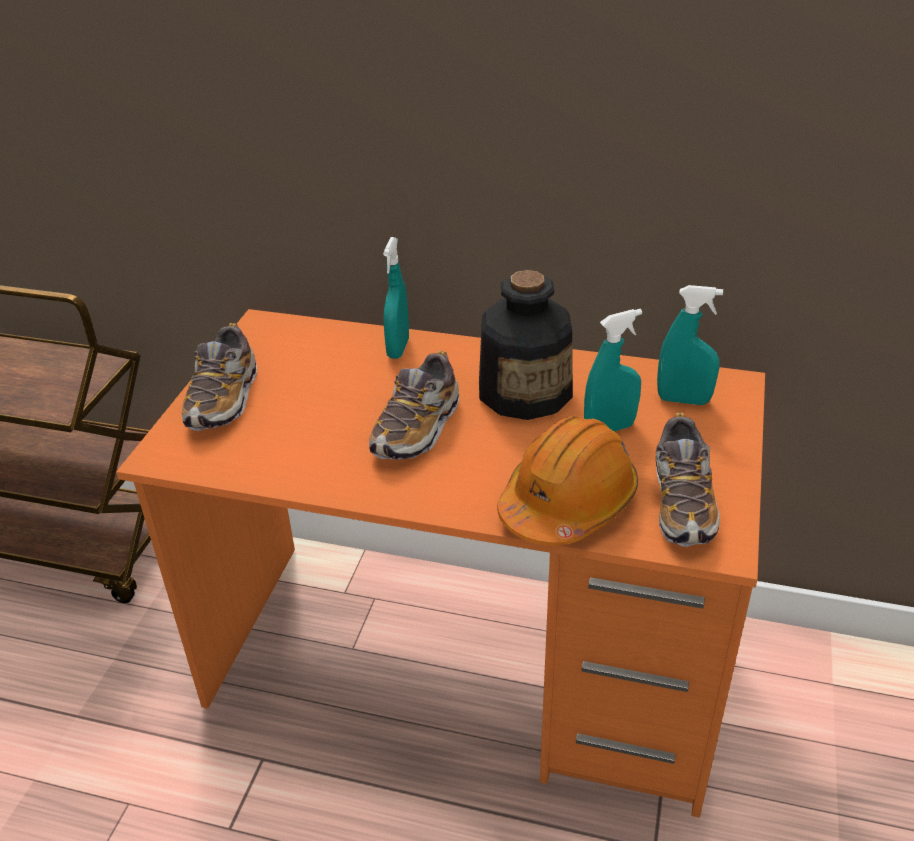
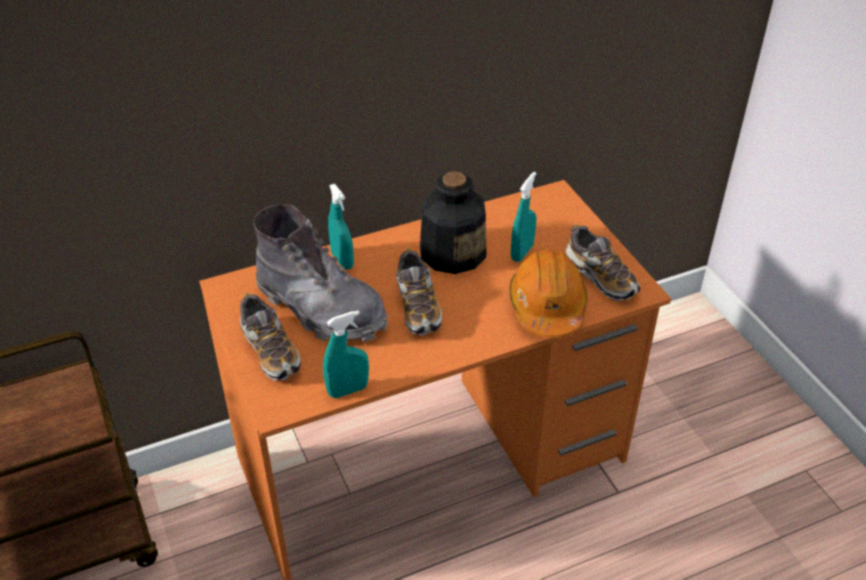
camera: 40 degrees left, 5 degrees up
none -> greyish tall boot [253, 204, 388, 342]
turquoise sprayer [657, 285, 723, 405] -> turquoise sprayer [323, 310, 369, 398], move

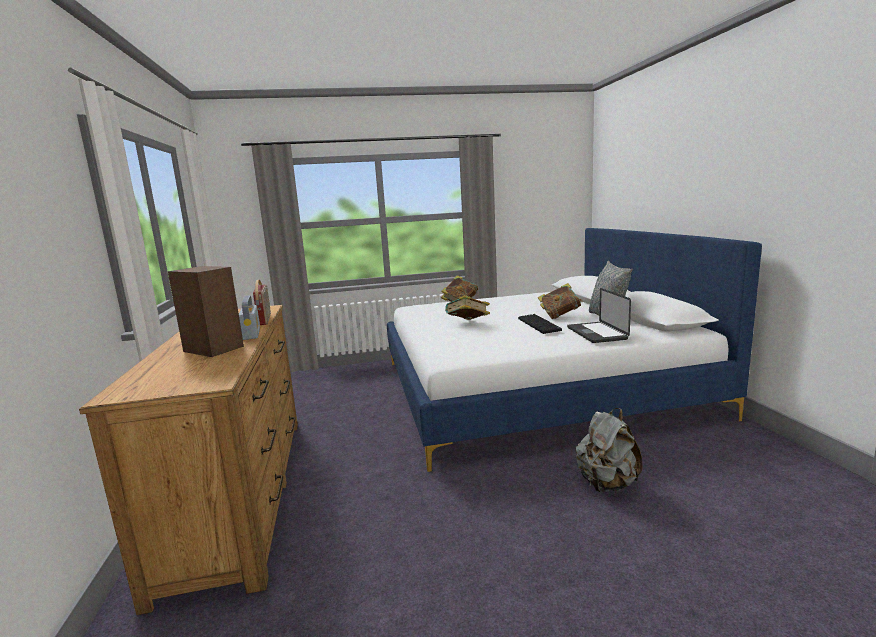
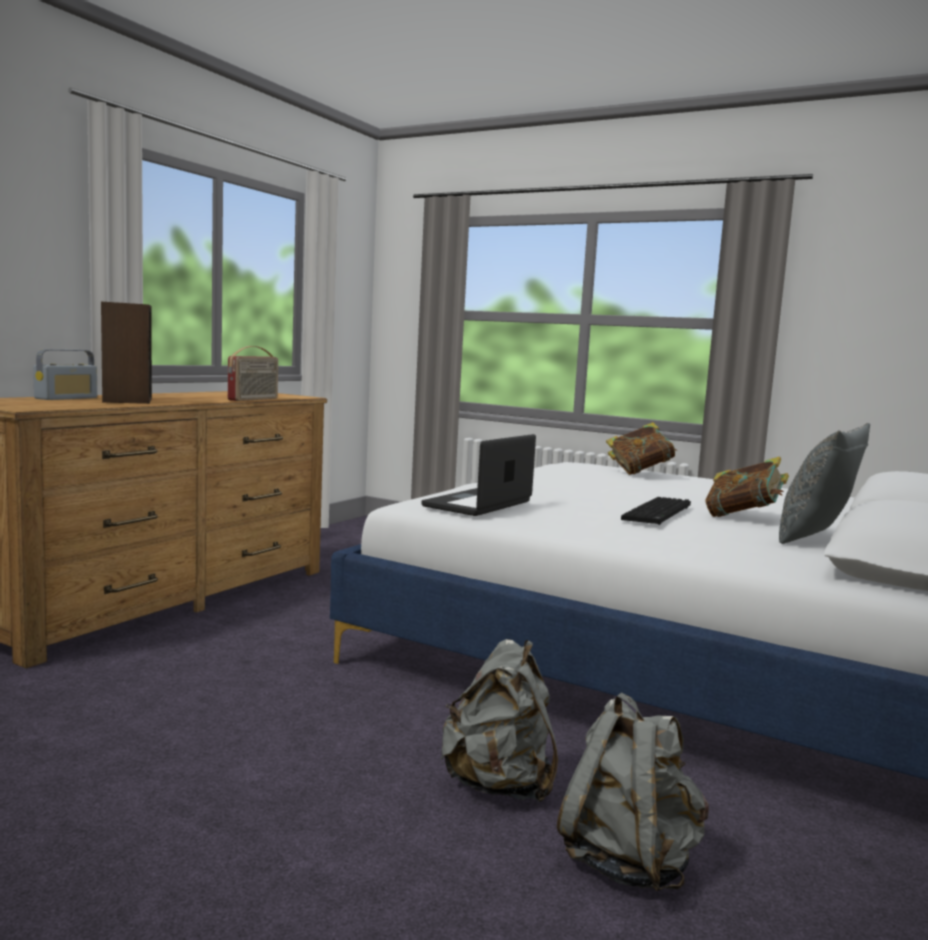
camera: 40 degrees right, 5 degrees down
volume [445, 295, 490, 320] -> none
none -> greyish rucksack [557, 692, 709, 891]
radio [239, 295, 260, 340] -> radio [33, 349, 97, 400], move
notebook computer [567, 288, 631, 343] -> notebook computer [422, 434, 536, 516], move

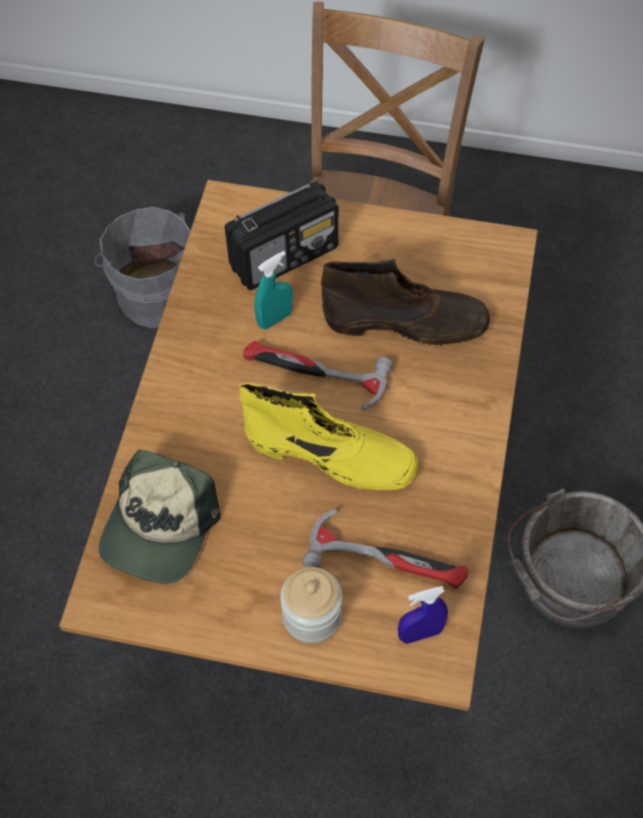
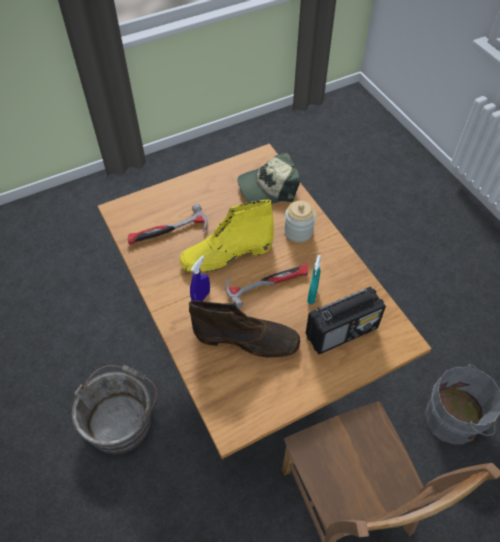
camera: 140 degrees right, 5 degrees down
storage jar [280, 567, 342, 643] -> storage jar [284, 201, 316, 242], move
blue-coloured sprayer [398, 586, 448, 644] -> blue-coloured sprayer [190, 255, 210, 301], move
cap [99, 450, 221, 584] -> cap [237, 152, 300, 204], 90 degrees counterclockwise
radio [225, 181, 339, 290] -> radio [306, 287, 386, 354], 135 degrees counterclockwise
brown-coloured tall boot [321, 258, 490, 346] -> brown-coloured tall boot [189, 300, 300, 358], 135 degrees counterclockwise

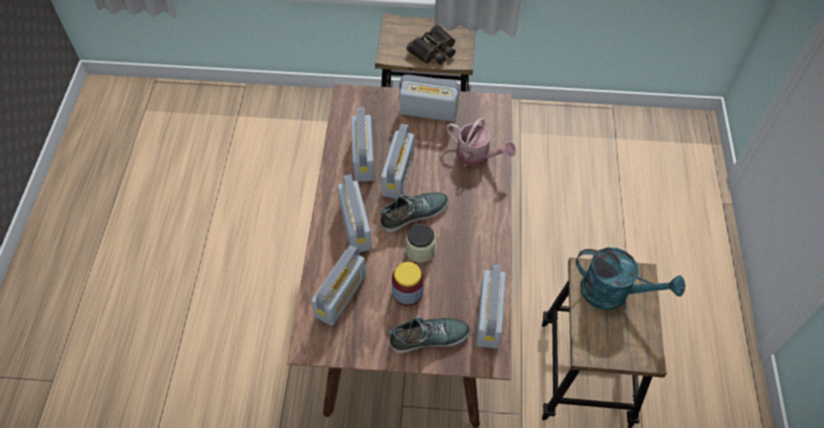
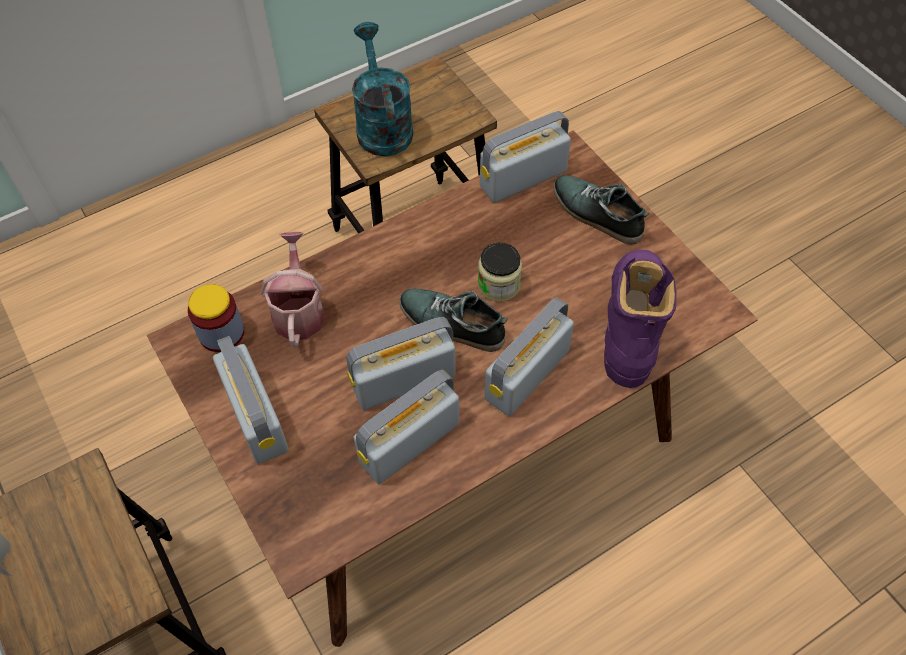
camera: 125 degrees left, 0 degrees up
field glasses [406, 24, 456, 65] -> none
storage jar [392, 262, 424, 306] -> storage jar [188, 284, 244, 352], move
radio [312, 245, 366, 326] -> purple-coloured tall boot [604, 249, 677, 388]

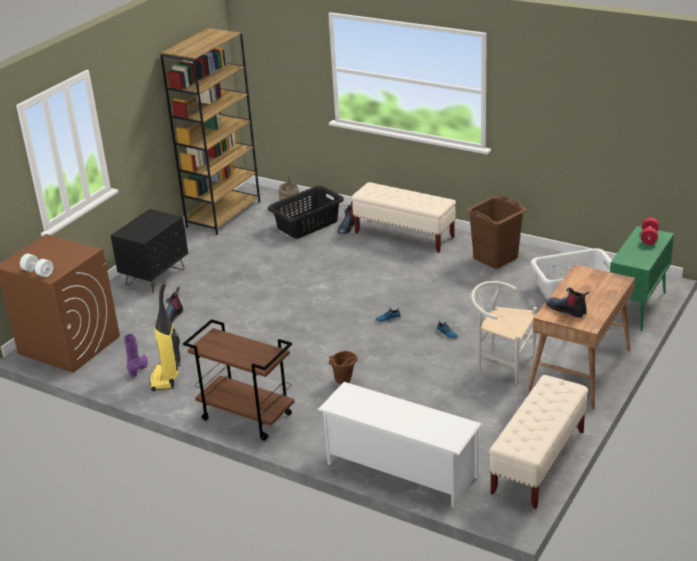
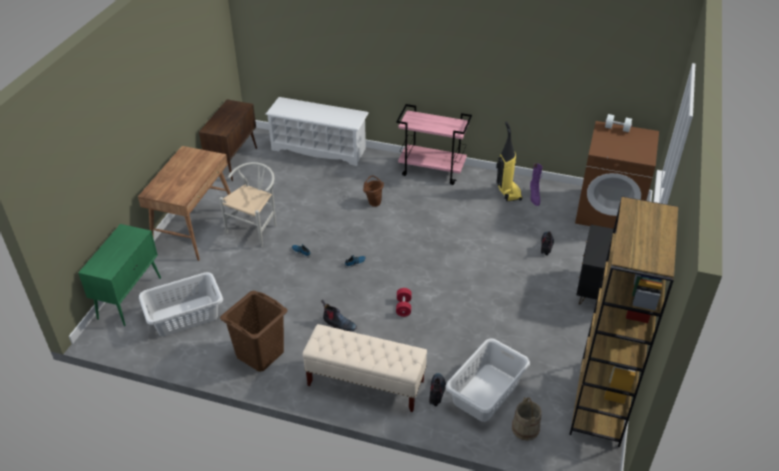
camera: 165 degrees right, 10 degrees up
tall boot [546, 287, 589, 318] -> tall boot [321, 300, 357, 332], move
red-coloured hand weight [641, 217, 659, 245] -> red-coloured hand weight [396, 288, 412, 317], move
beige-coloured long seat [489, 375, 588, 509] -> brown-coloured storage cabinet [199, 99, 257, 181]
brown-coloured cart [183, 319, 295, 441] -> pink cart [396, 104, 472, 185]
black washing basket [268, 186, 344, 239] -> white washing basket [445, 339, 530, 422]
white upright chair [471, 281, 537, 385] -> white upright chair [219, 162, 276, 247], 75 degrees counterclockwise

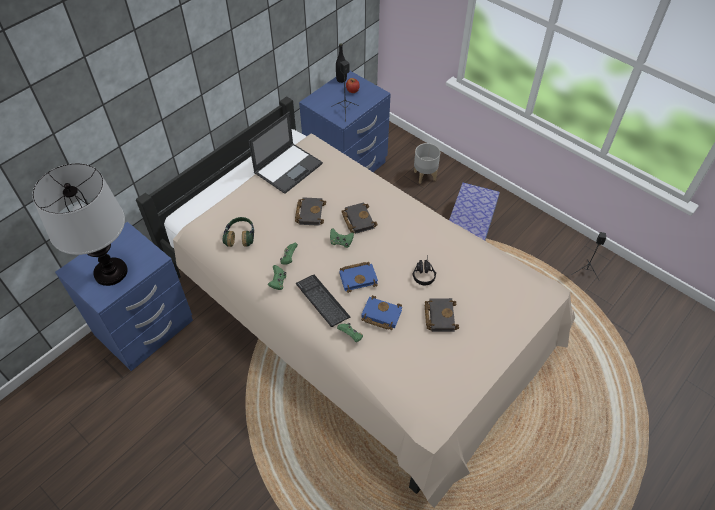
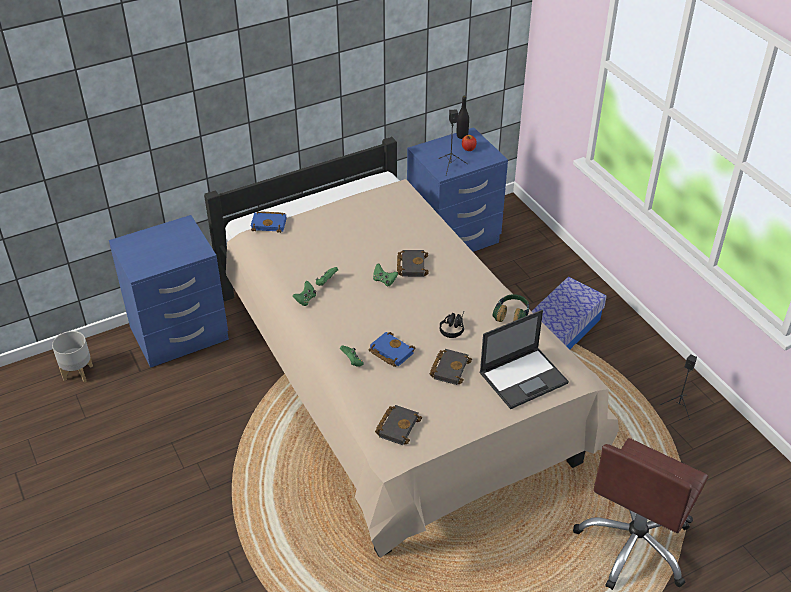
camera: 20 degrees right, 10 degrees down
lamp for a table [32, 163, 128, 286] -> none
PC keyboard [296, 275, 351, 327] -> none
none -> brown-coloured office chair [573, 438, 709, 590]
pair of headphones [223, 217, 254, 247] -> pair of headphones [493, 294, 529, 322], move
notebook computer [249, 112, 323, 194] -> notebook computer [479, 310, 569, 409], move
black volume [295, 197, 326, 226] -> black volume [375, 405, 422, 445], move
blue-coloured volume [339, 262, 378, 293] -> blue-coloured volume [251, 211, 287, 233], move
greyish flower pot [414, 143, 440, 184] -> greyish flower pot [52, 331, 93, 383], move

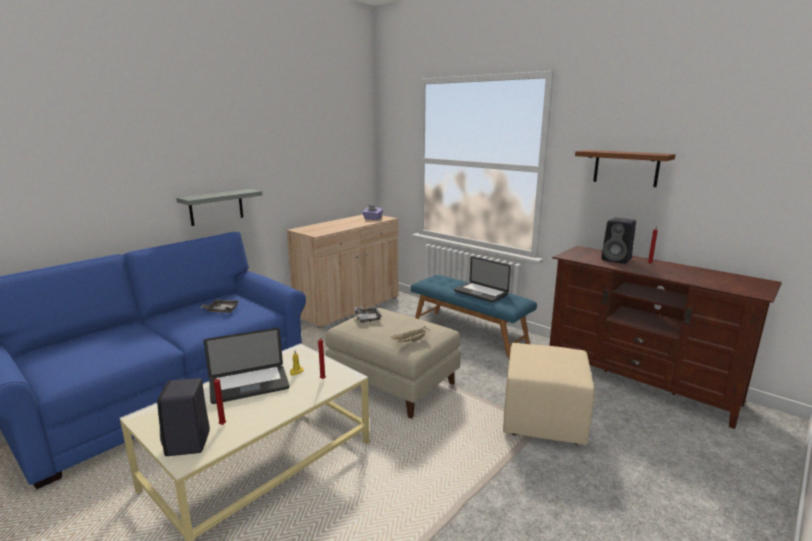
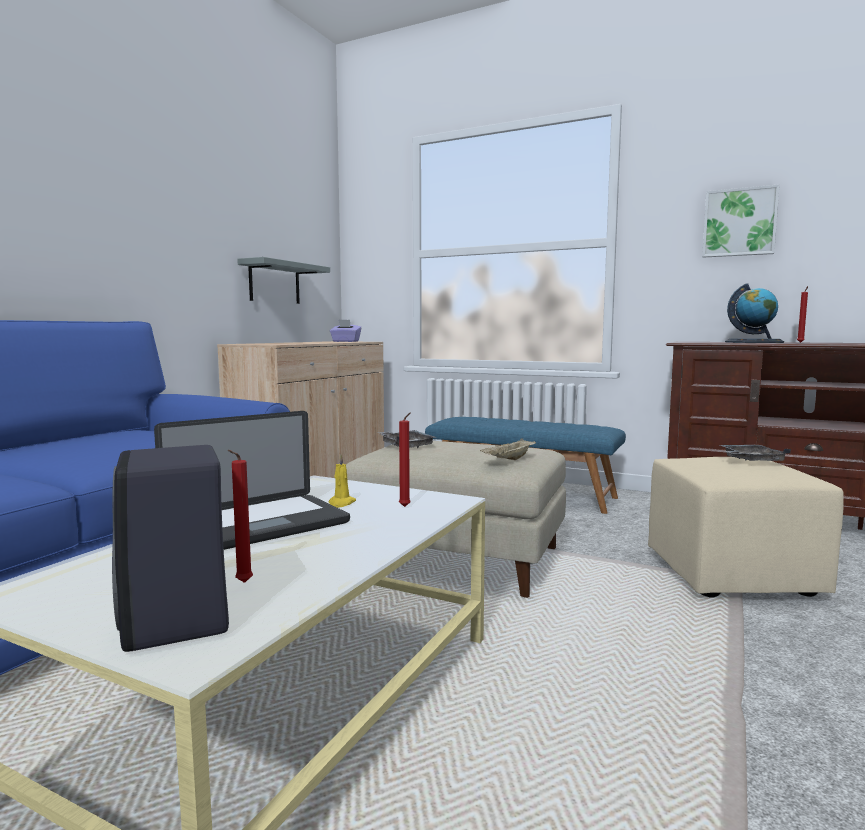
camera: 15 degrees left, 10 degrees down
notebook computer [454, 256, 511, 302] -> none
greyish shelf [176, 189, 262, 226] -> greyish shelf [237, 257, 330, 304], move
greyish tray [199, 299, 239, 313] -> greyish tray [720, 445, 791, 461], move
brown-coloured shelf [575, 150, 676, 187] -> wall art [702, 184, 780, 258]
black speaker [601, 217, 636, 264] -> world globe [725, 283, 784, 343]

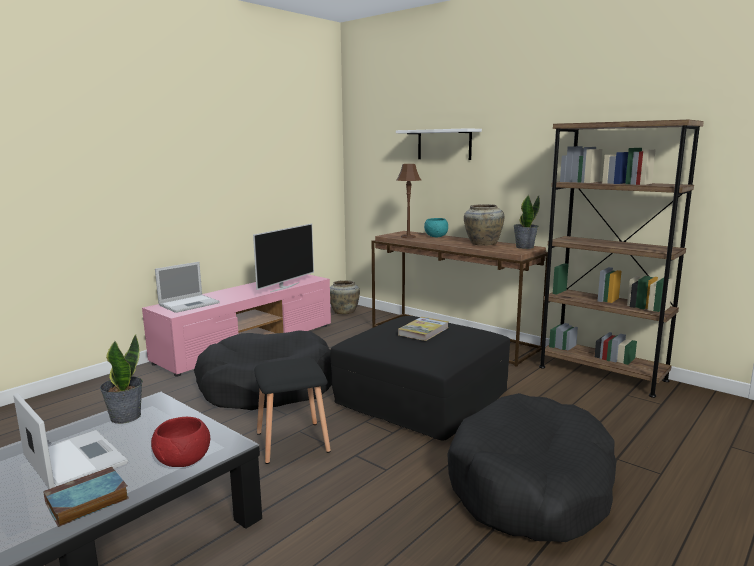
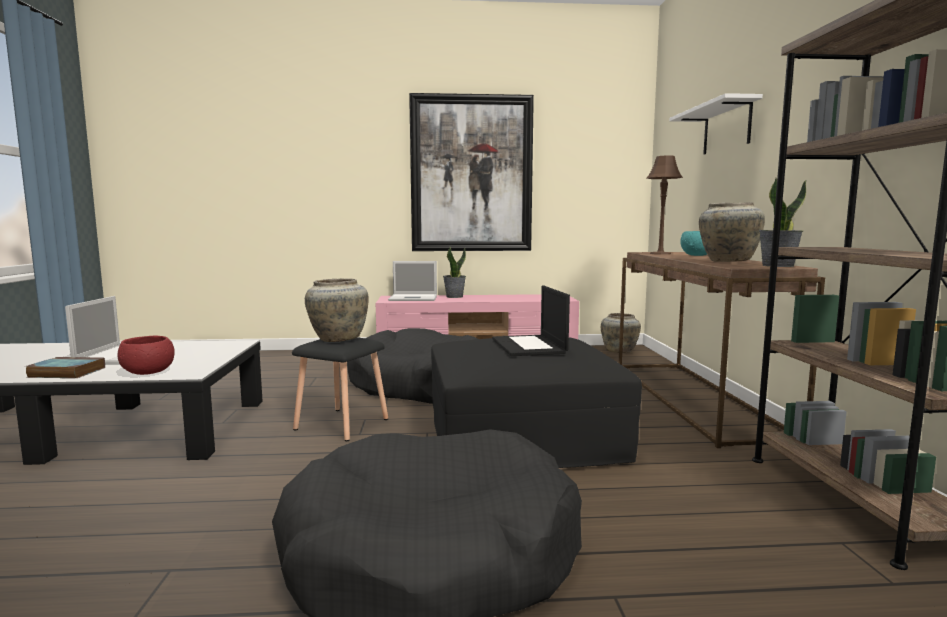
camera: 45 degrees right, 5 degrees down
television [253, 223, 314, 292] -> none
none -> beige-coloured decorative vase [305, 279, 369, 342]
none -> wall art [409, 93, 534, 251]
potted plant [100, 335, 143, 424] -> potted plant [443, 247, 466, 298], move
volume [398, 317, 449, 341] -> notebook computer [492, 286, 570, 356]

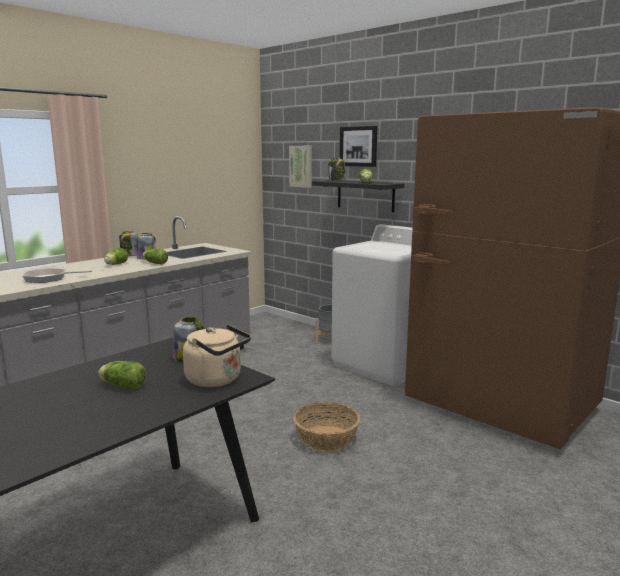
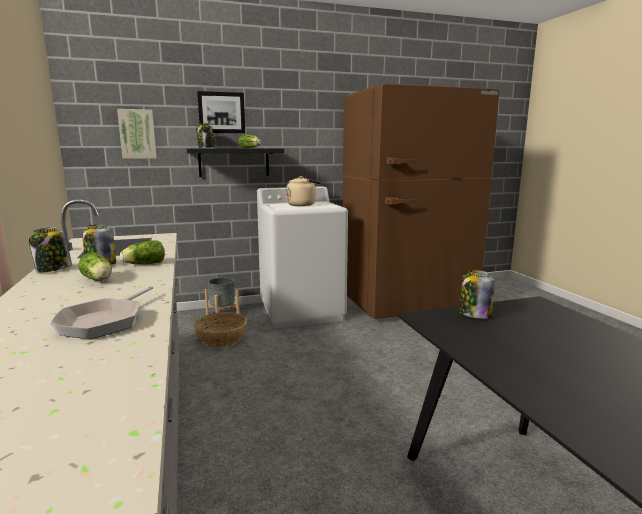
camera: 60 degrees left, 0 degrees up
lettuce [98, 361, 146, 389] -> none
beige-coloured tea kettle [183, 325, 251, 387] -> beige-coloured tea kettle [286, 176, 321, 206], move
basket [293, 402, 360, 451] -> basket [194, 312, 247, 348], move

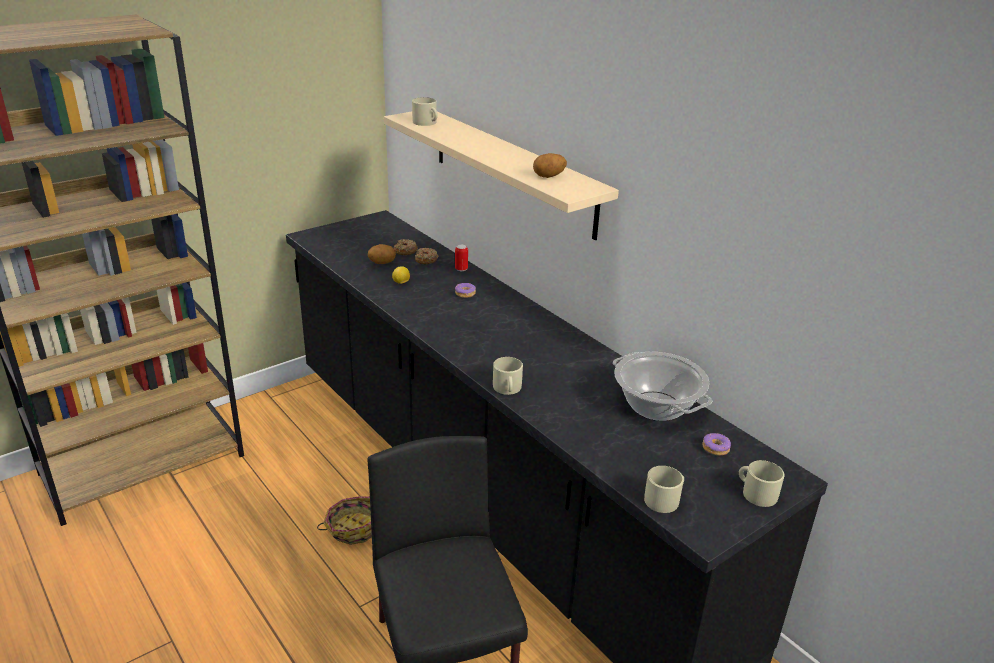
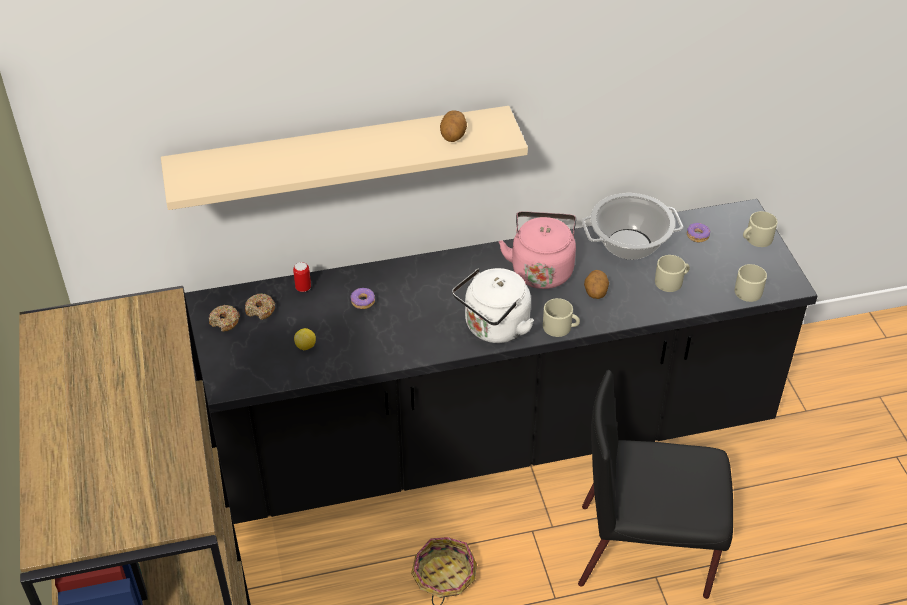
camera: 65 degrees left, 15 degrees up
none -> white tea kettle [452, 268, 534, 343]
none -> pink tea kettle [499, 211, 576, 289]
whole potato [368, 244, 396, 264] -> whole potato [584, 270, 609, 299], move
beige-coloured coffee mug [412, 97, 438, 126] -> beige-coloured coffee mug [655, 255, 690, 292], move

